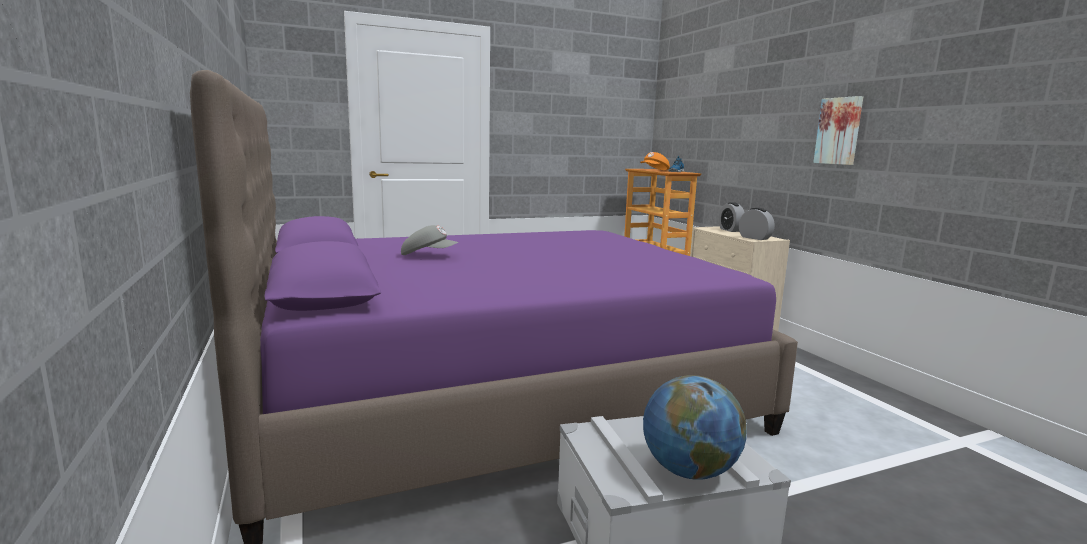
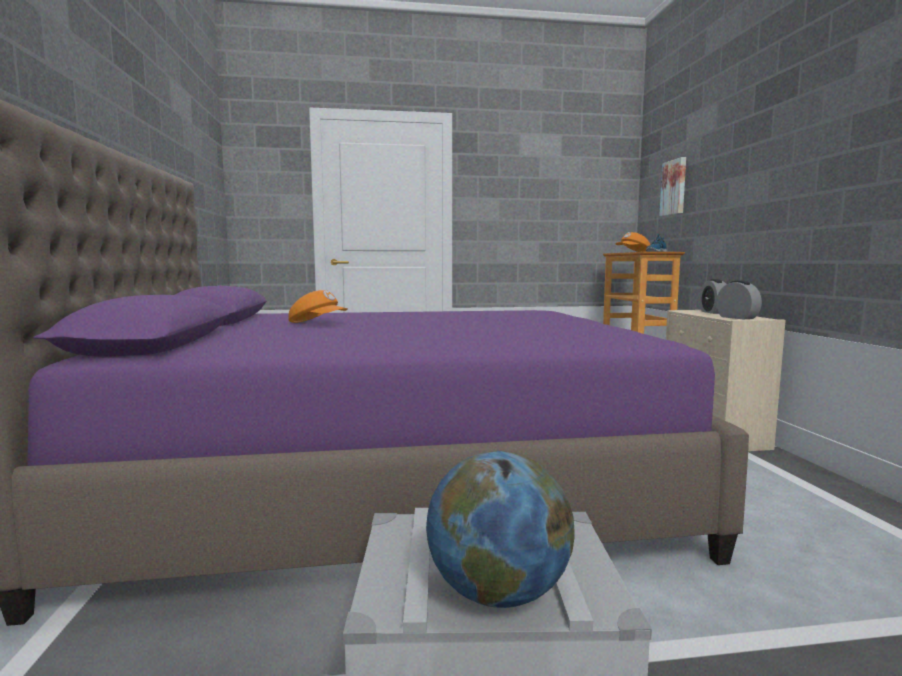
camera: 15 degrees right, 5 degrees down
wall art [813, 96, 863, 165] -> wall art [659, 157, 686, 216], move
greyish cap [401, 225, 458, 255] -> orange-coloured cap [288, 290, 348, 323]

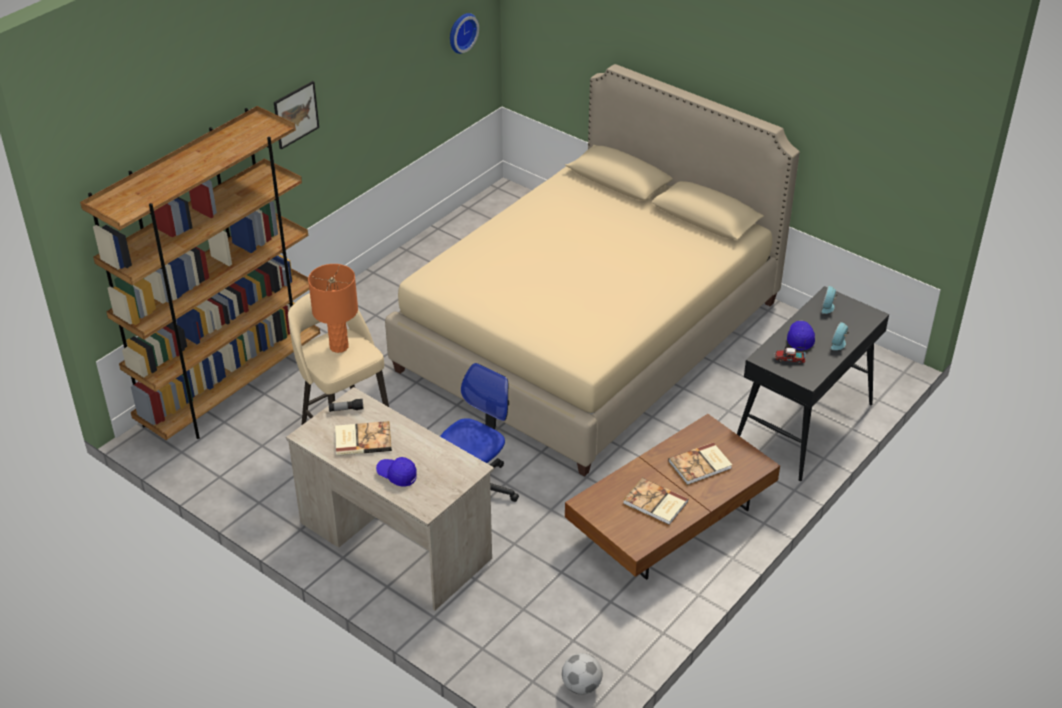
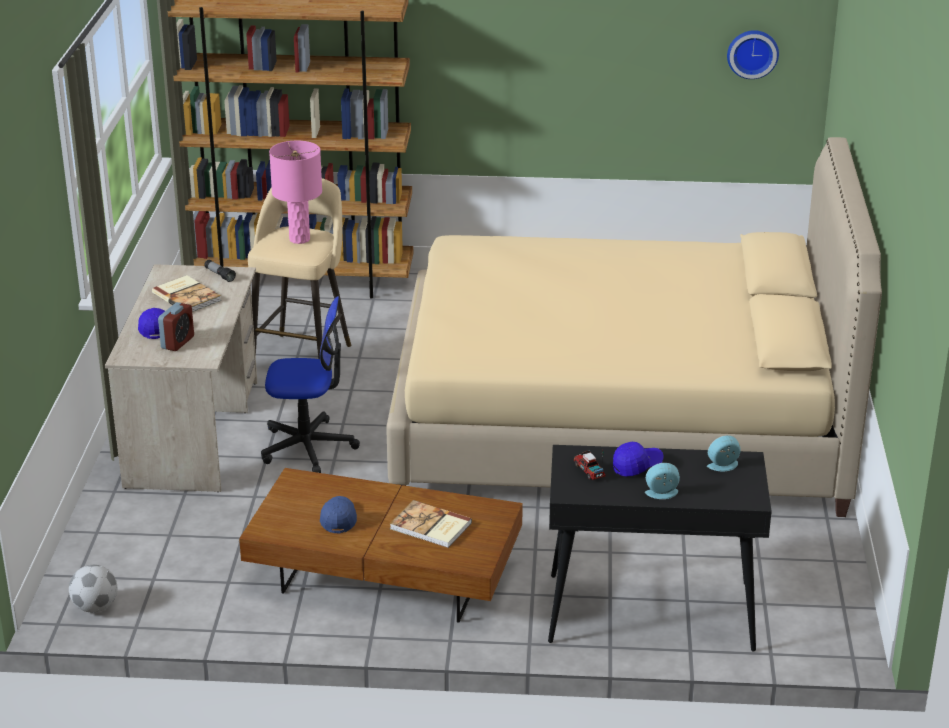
camera: 55 degrees right, 10 degrees down
wall art [274, 81, 319, 150] -> none
none -> bedside clock [158, 302, 194, 351]
volume [623, 478, 688, 525] -> blue-coloured cap [320, 496, 357, 533]
orange-coloured lamp for a table [308, 264, 358, 353] -> pink lamp for a table [269, 141, 322, 244]

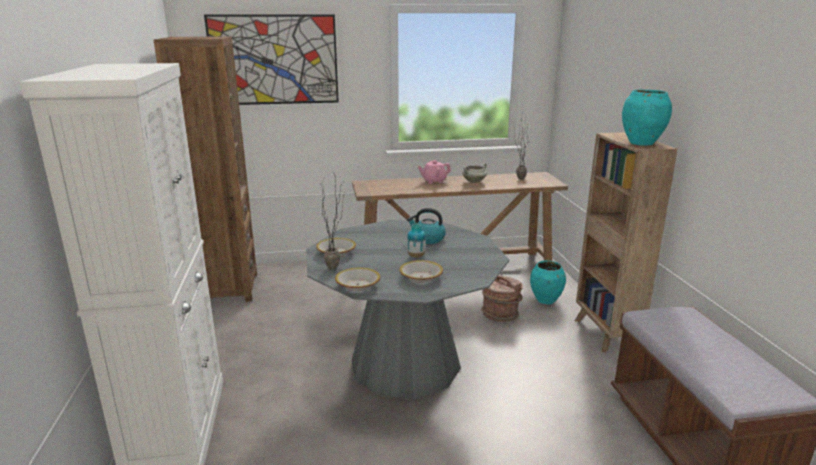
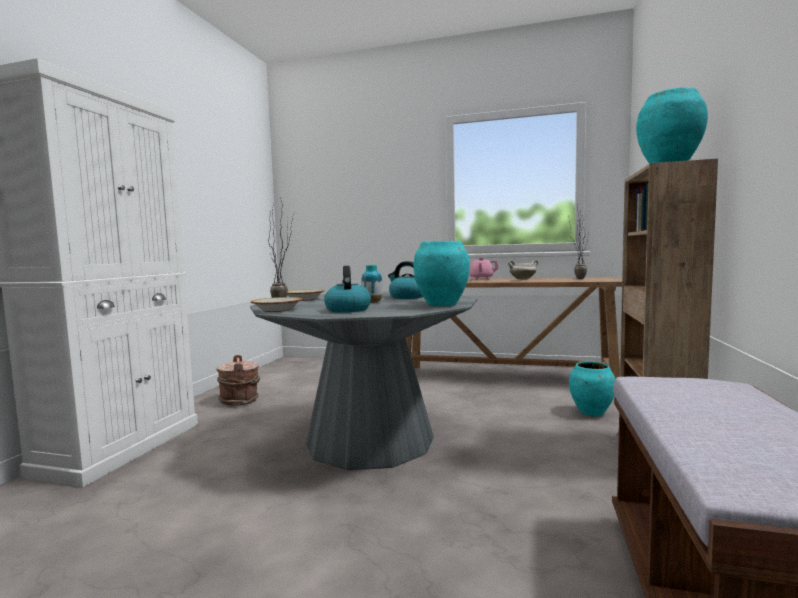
camera: 25 degrees right, 15 degrees down
brown-coloured bookshelf [154, 36, 257, 302] -> none
wall art [204, 15, 339, 105] -> none
none -> turquoise decorative vase [413, 241, 470, 306]
brown-coloured bucket [481, 275, 523, 322] -> brown-coloured bucket [216, 355, 260, 406], move
serving bowl [399, 260, 443, 283] -> tea kettle [324, 266, 371, 312]

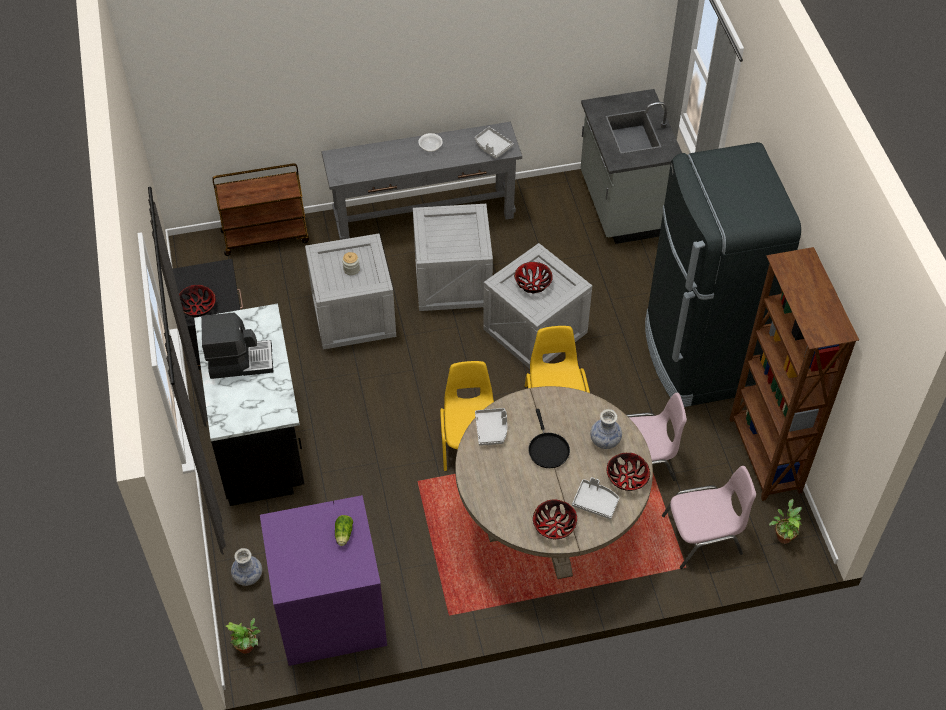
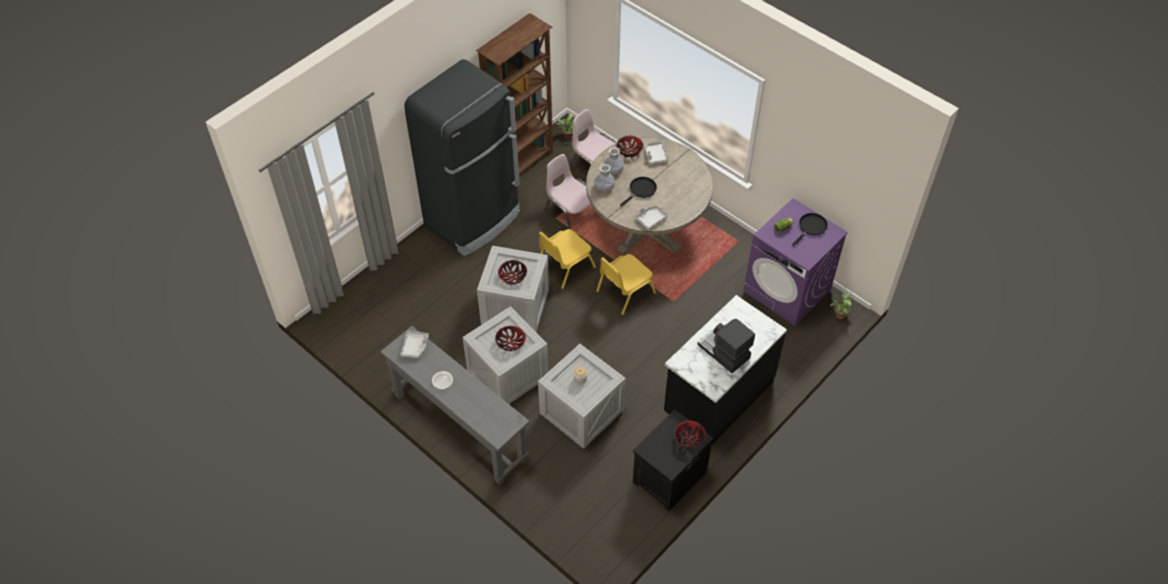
camera: 125 degrees left, 0 degrees up
brown-coloured cart [212, 163, 309, 256] -> none
greyish kitchen base unit [581, 89, 682, 244] -> none
none -> black pan [793, 213, 828, 246]
decorative vase [231, 548, 262, 586] -> decorative vase [594, 164, 615, 191], move
serving bowl [533, 499, 577, 539] -> serving bowl [495, 326, 526, 351], move

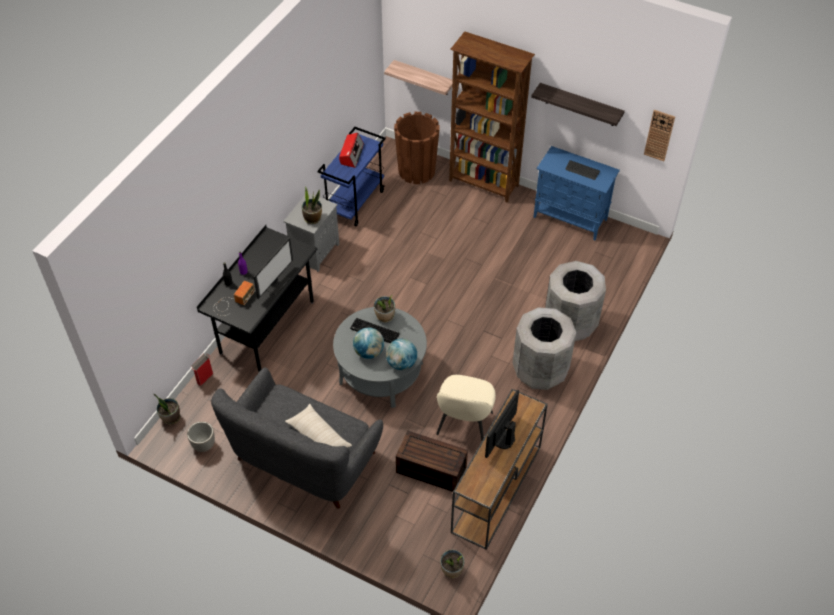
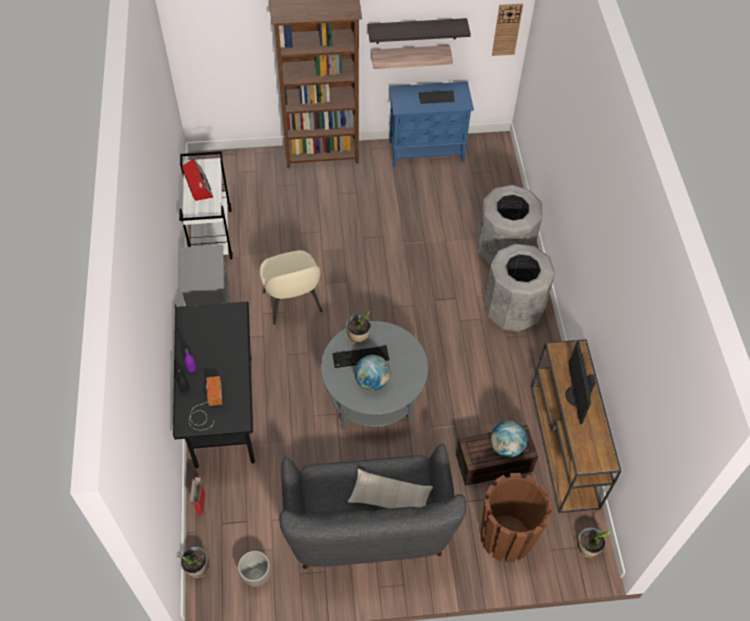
camera: 35 degrees left, 5 degrees up
computer display [253, 238, 293, 299] -> none
potted plant [302, 187, 322, 224] -> none
shelf [384, 60, 452, 95] -> shelf [371, 45, 453, 69], move
world globe [386, 339, 417, 370] -> world globe [490, 421, 527, 457], move
brown-coloured flower pot [394, 112, 440, 184] -> brown-coloured flower pot [481, 473, 553, 562], move
beige-coloured upright chair [436, 375, 496, 440] -> beige-coloured upright chair [259, 250, 322, 325], move
blue-coloured cart [317, 127, 386, 227] -> white cart [179, 151, 233, 259]

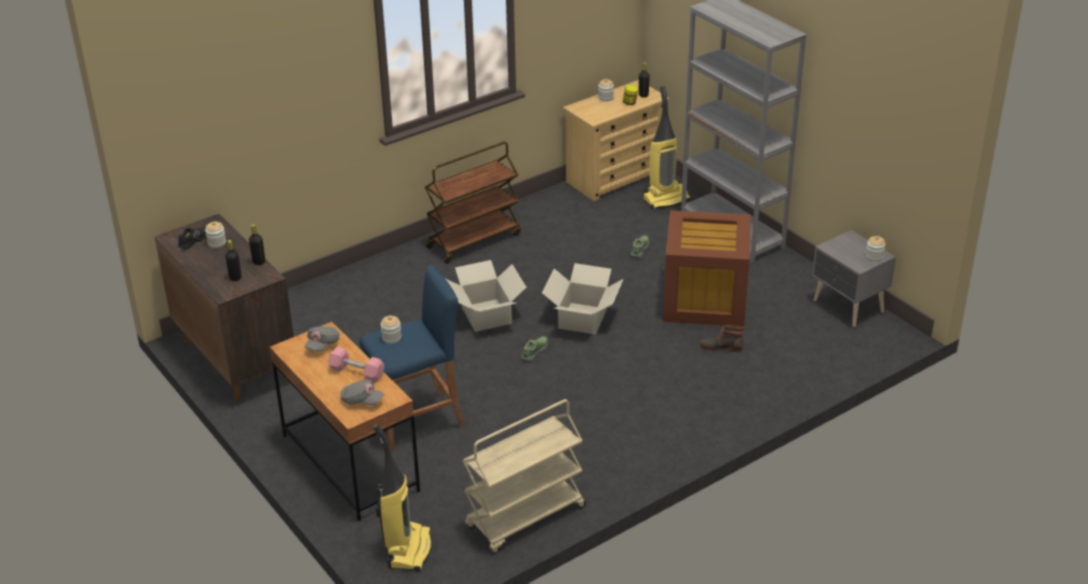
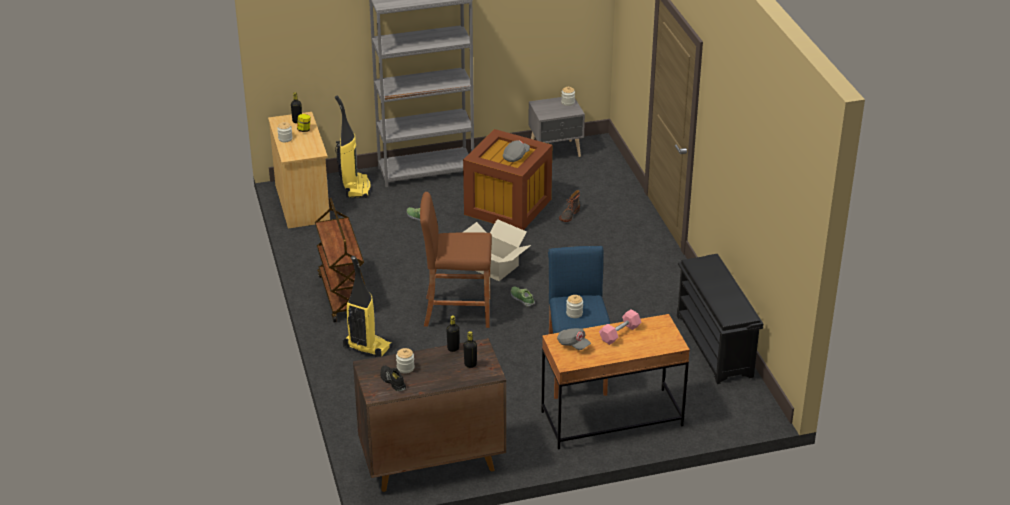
camera: 70 degrees left, 0 degrees up
greyish cap [340, 379, 384, 406] -> greyish cap [503, 140, 530, 162], move
vacuum [373, 423, 432, 572] -> vacuum [343, 256, 393, 357], move
carton [446, 260, 527, 332] -> brown-coloured sitting stool [420, 192, 492, 328]
beige-coloured cart [463, 399, 586, 554] -> black shoe shelf [677, 254, 763, 384]

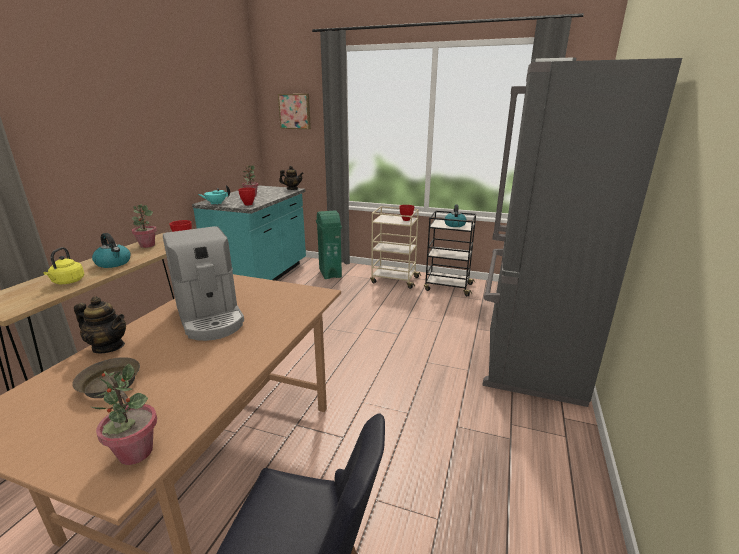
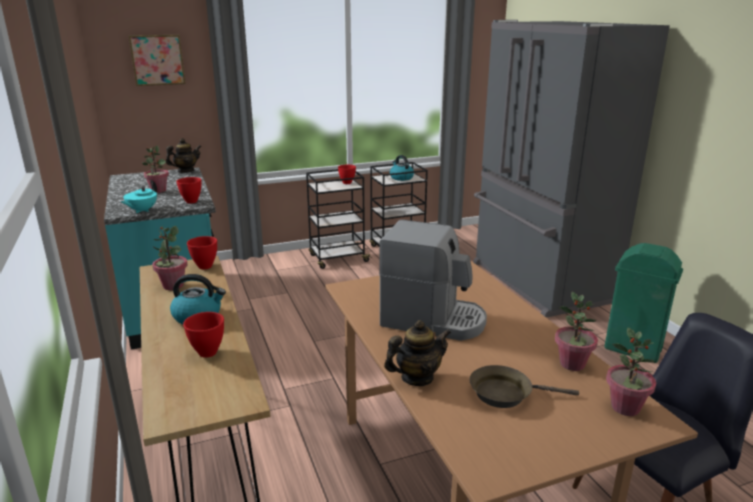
camera: 40 degrees left, 0 degrees up
none -> potted plant [555, 292, 598, 371]
green rubbish bin [316, 210, 342, 279] -> green rubbish bin [604, 243, 683, 363], move
yellow-coloured tea kettle [43, 247, 84, 284] -> red-coloured serving bowl [183, 312, 224, 358]
beige-coloured cart [370, 206, 421, 289] -> black cart [306, 169, 372, 269]

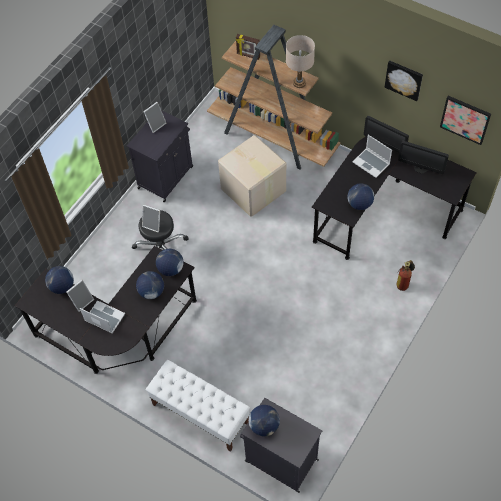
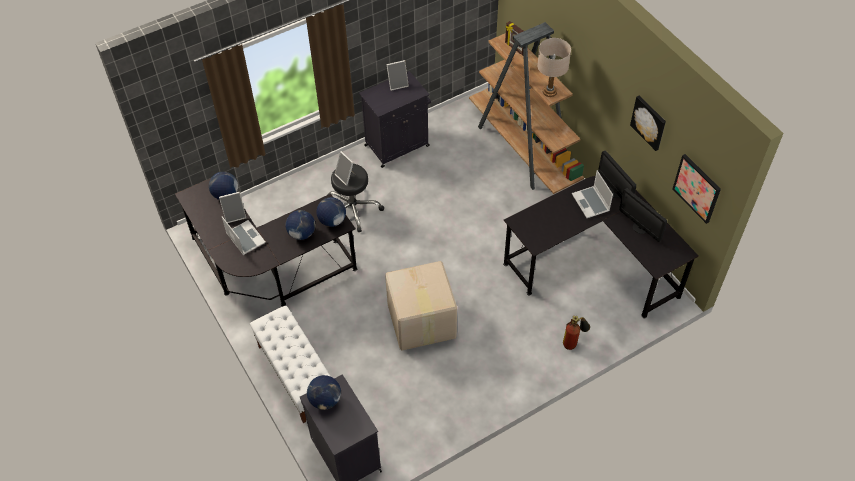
camera: 25 degrees right, 5 degrees down
world globe [347, 183, 374, 210] -> none
carton [218, 135, 286, 216] -> carton [385, 261, 457, 350], move

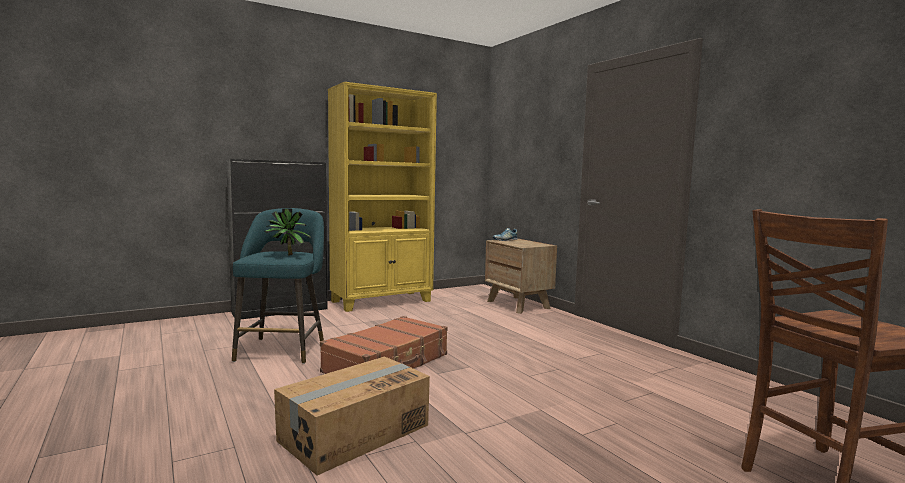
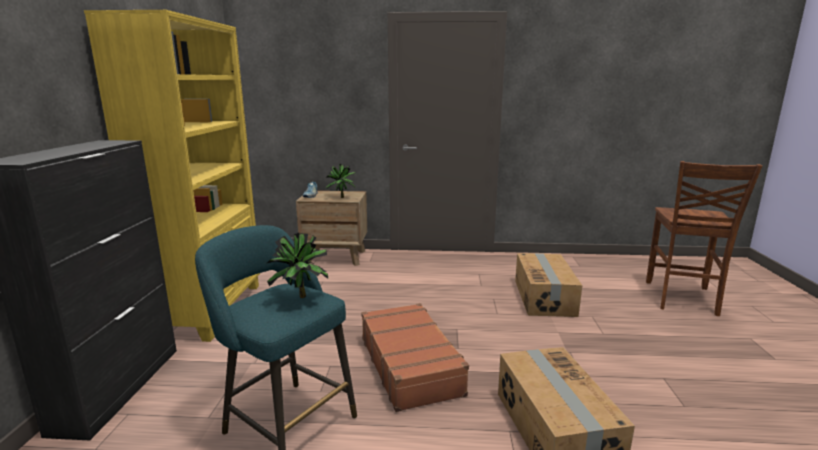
camera: 55 degrees left, 10 degrees up
none -> potted plant [326, 164, 356, 198]
none -> carton [515, 253, 582, 317]

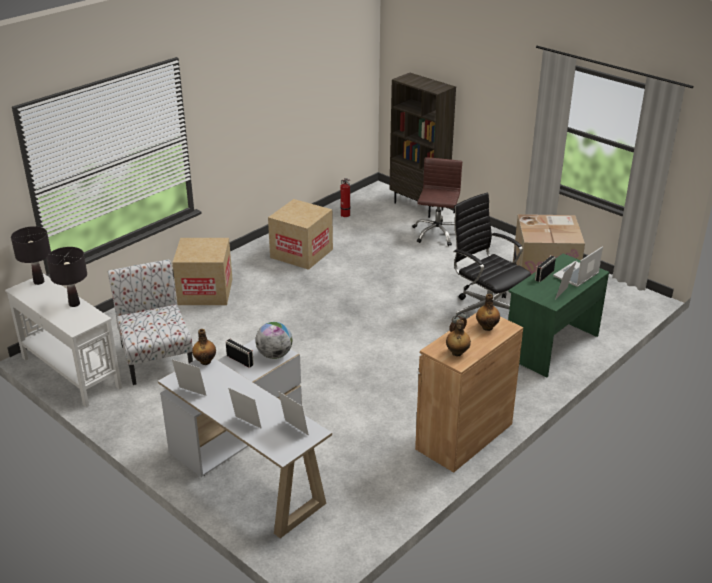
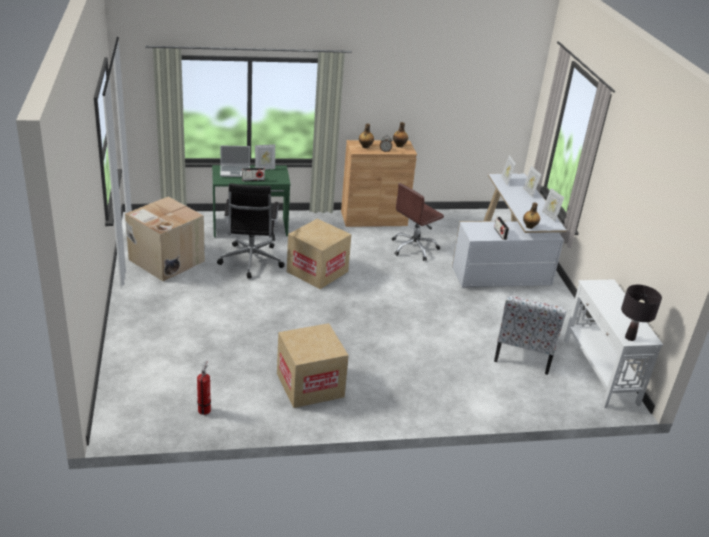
camera: 145 degrees left, 0 degrees up
black lamp for a table [46, 247, 87, 307] -> none
world globe [255, 322, 292, 359] -> none
brown-coloured bookshelf [389, 73, 456, 218] -> none
carton [172, 238, 232, 305] -> carton [287, 219, 351, 289], move
brown-coloured office chair [412, 157, 462, 246] -> brown-coloured office chair [392, 183, 444, 261], move

